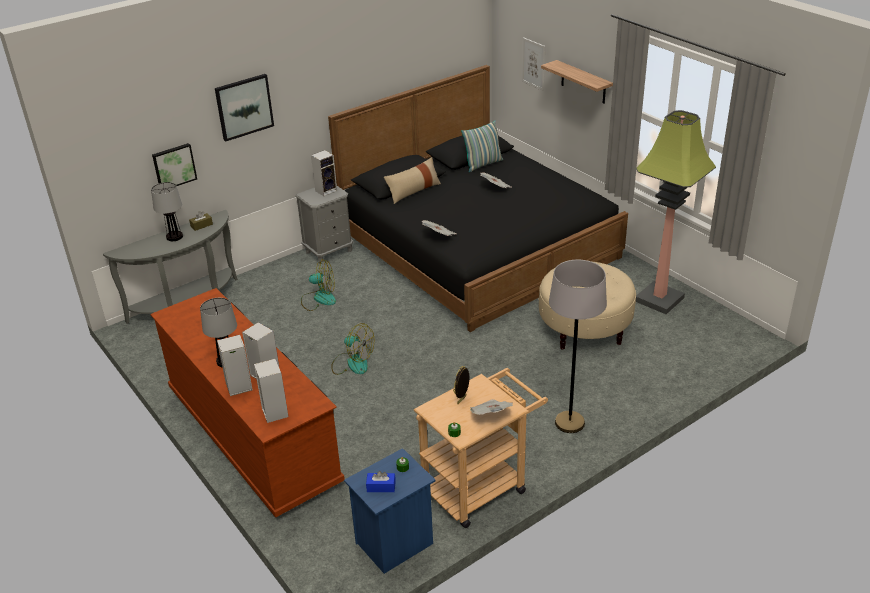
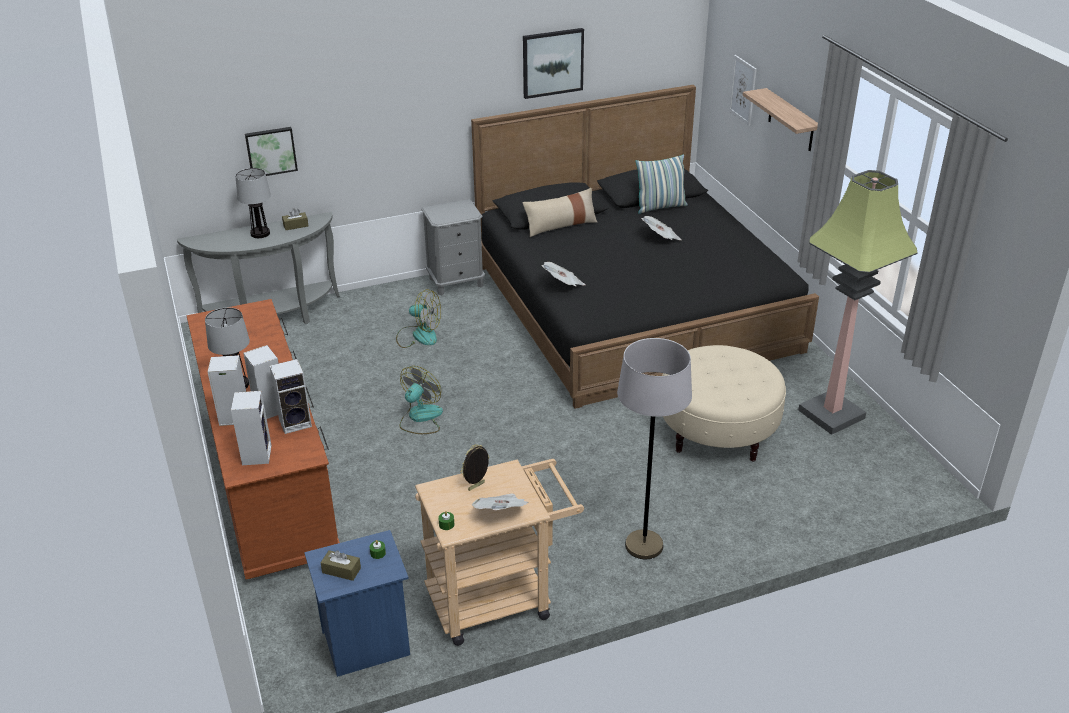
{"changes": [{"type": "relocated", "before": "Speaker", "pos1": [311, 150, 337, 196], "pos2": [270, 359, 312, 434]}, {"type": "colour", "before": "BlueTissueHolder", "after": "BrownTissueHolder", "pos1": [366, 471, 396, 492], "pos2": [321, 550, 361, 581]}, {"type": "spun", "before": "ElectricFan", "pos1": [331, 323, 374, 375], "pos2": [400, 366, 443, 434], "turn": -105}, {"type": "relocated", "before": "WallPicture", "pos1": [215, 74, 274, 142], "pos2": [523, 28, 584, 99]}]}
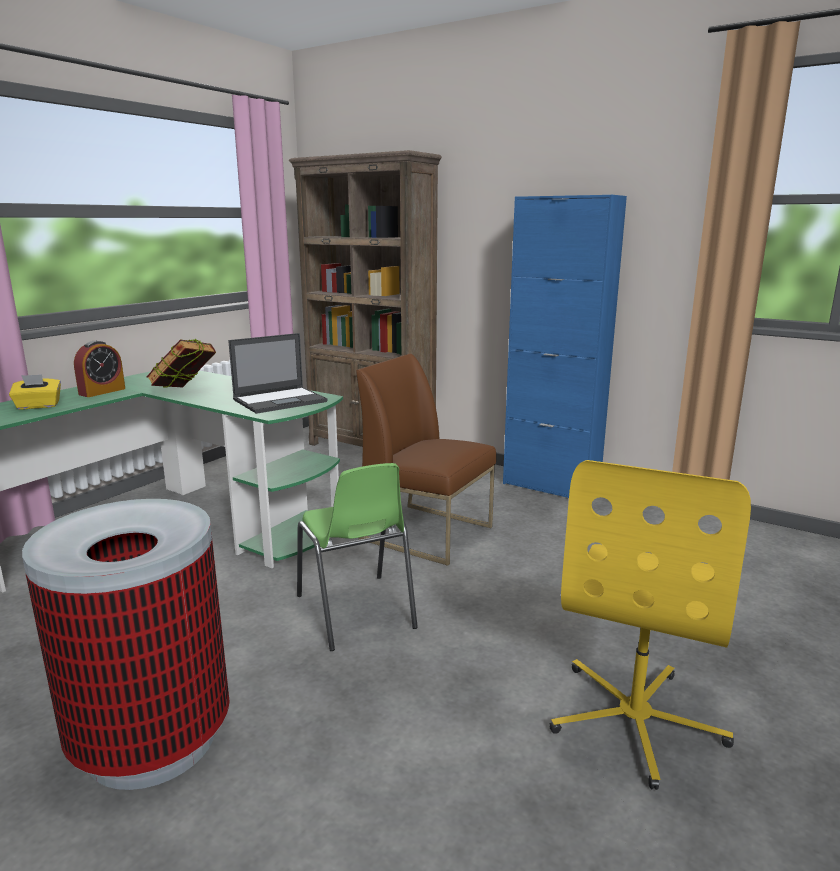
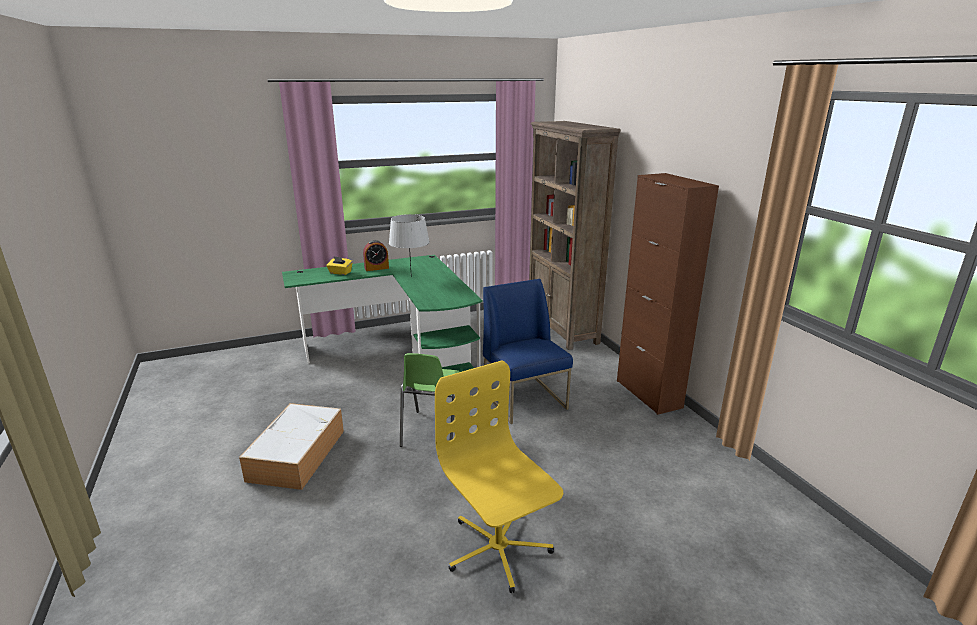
{"changes": [{"type": "exchanged", "before": "TrashCan", "after": "StorageContainer", "pos1": [22, 499, 230, 790], "pos2": [239, 403, 344, 490]}, {"type": "exchanged", "before": "Book", "after": "GreyishTableLamp", "pos1": [146, 339, 216, 388], "pos2": [389, 214, 430, 278]}, {"type": "spun", "before": "YellowColouredComputerChair", "pos1": [550, 460, 751, 790], "pos2": [435, 360, 563, 593], "turn": 90}, {"type": "colour", "before": "BrownPlainChair", "after": "BluePlainChair", "pos1": [356, 354, 496, 566], "pos2": [483, 279, 573, 424]}, {"type": "colour", "before": "BlueCabinet", "after": "BrownCabinet", "pos1": [503, 195, 627, 498], "pos2": [617, 173, 719, 415]}, {"type": "missing", "before": "NotebookComputer", "pos1": [228, 333, 328, 414]}]}
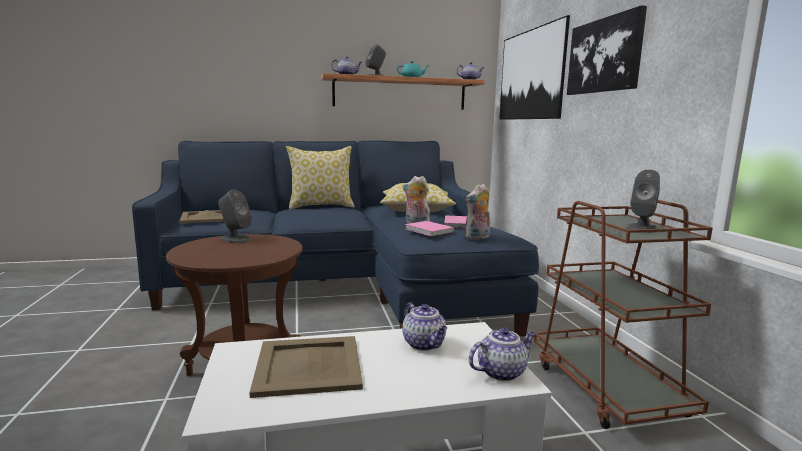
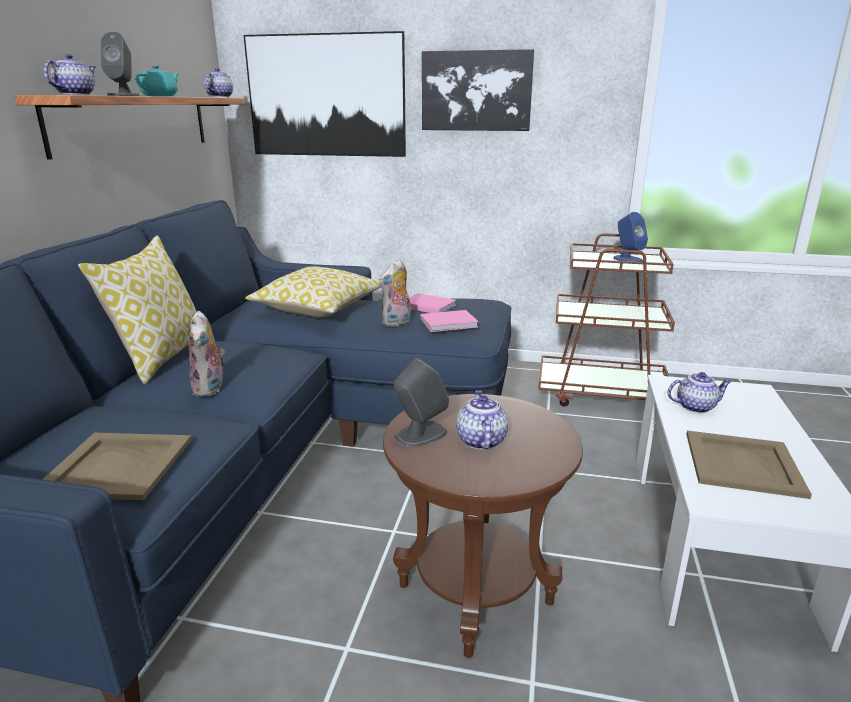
{"changes": [{"type": "relocated", "before": "CuddlyToy", "pos1": [465, 184, 490, 240], "pos2": [188, 311, 225, 397]}, {"type": "relocated", "before": "PotForTea", "pos1": [468, 328, 536, 381], "pos2": [456, 390, 508, 450]}, {"type": "colour", "before": "GreyishSpeaker", "after": "BlueSpeaker", "pos1": [626, 170, 660, 233], "pos2": [613, 212, 648, 262]}]}
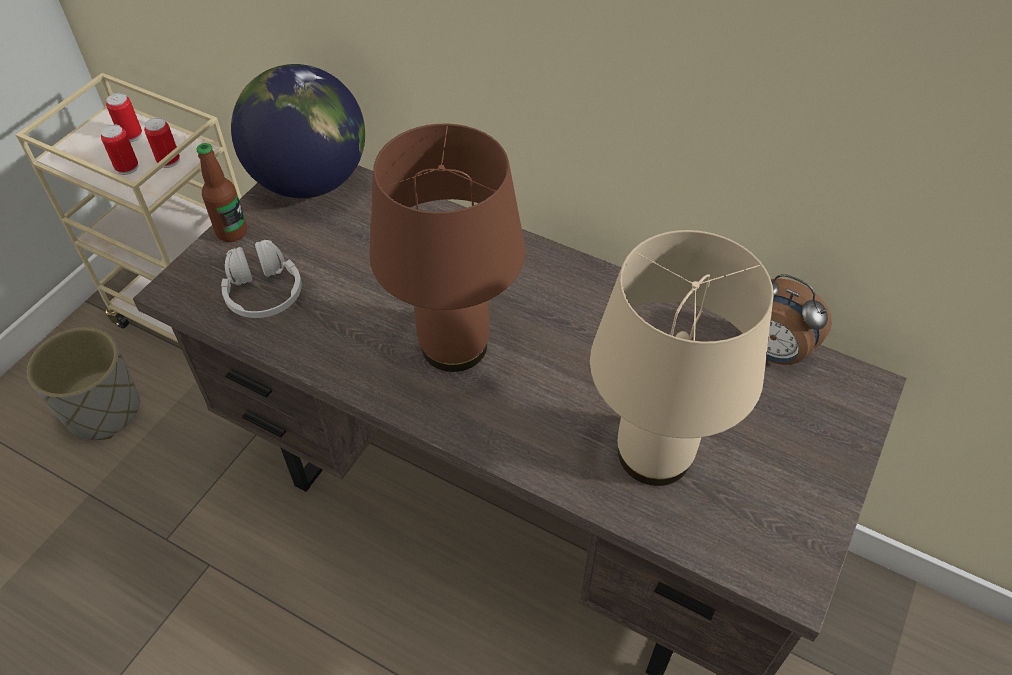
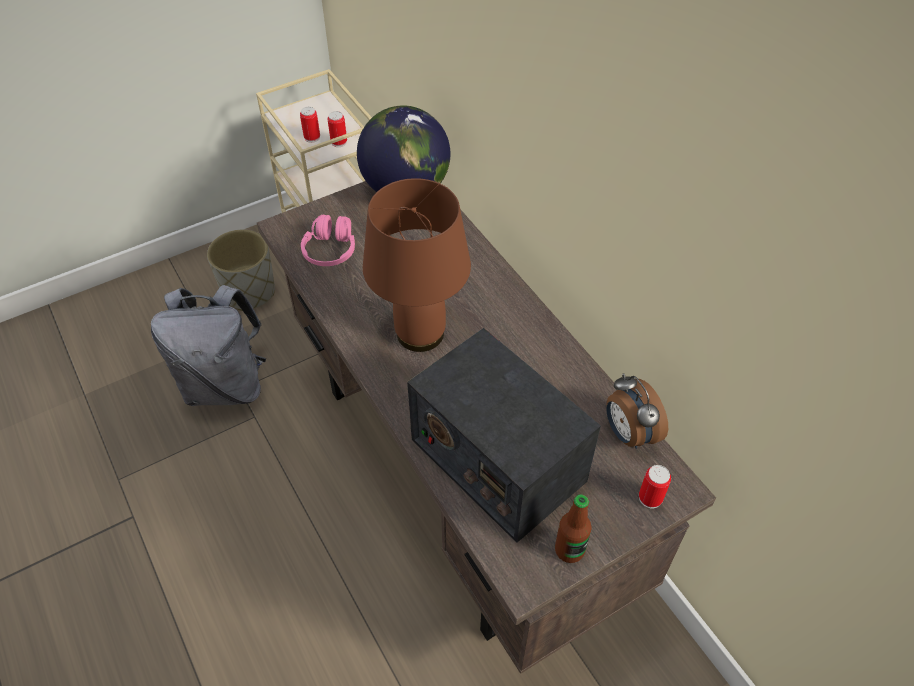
{"changes": [{"type": "appeared", "after": "GreyishKnapsack", "pos2": [151, 285, 266, 406]}, {"type": "colour", "before": "WhitePairOfHeadphones", "after": "PinkishPairOfHeadphones", "pos1": [221, 240, 302, 318], "pos2": [301, 215, 355, 266]}, {"type": "exchanged", "before": "SandColouredTableLamp", "after": "RadioReceiver", "pos1": [590, 230, 774, 486], "pos2": [407, 328, 601, 543]}, {"type": "relocated", "before": "DrinkBottle", "pos1": [196, 143, 247, 242], "pos2": [555, 494, 591, 563]}, {"type": "relocated", "before": "MetalCan", "pos1": [106, 93, 142, 142], "pos2": [639, 465, 671, 509]}]}
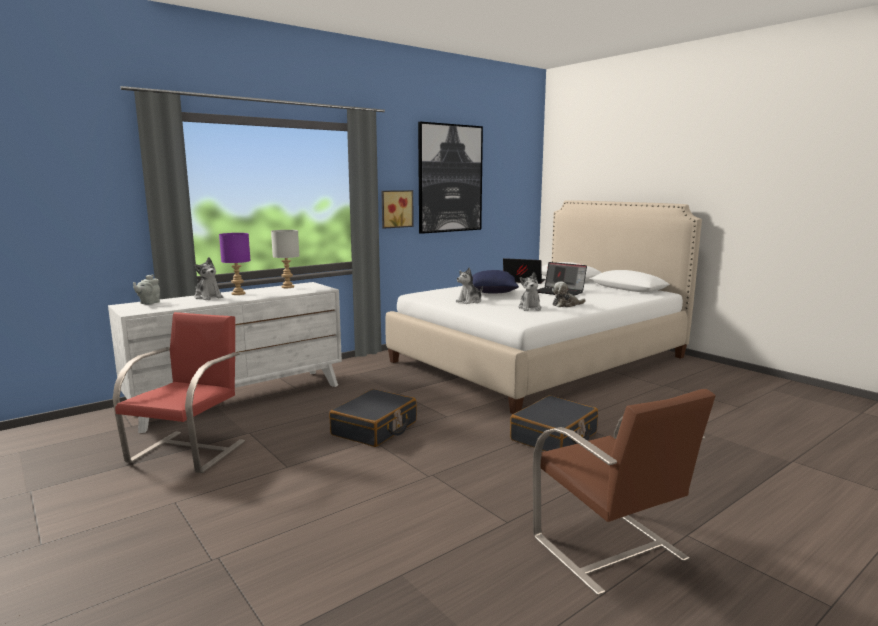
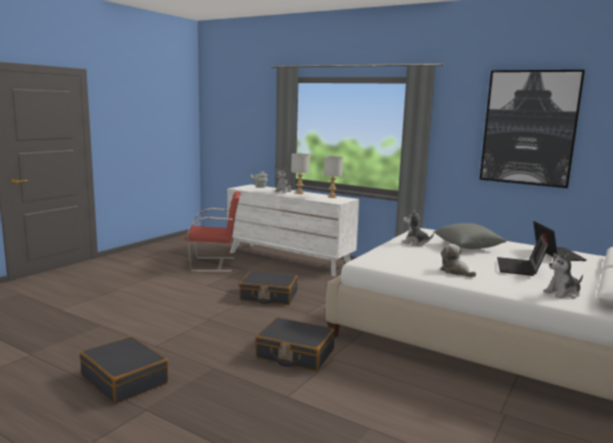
{"changes": [{"type": "exchanged", "before": "BrownPlainChair", "after": "BlackishTravelCase", "pos1": [533, 389, 716, 596], "pos2": [80, 336, 169, 404]}, {"type": "colour", "before": "PurpleColouredTableLamp", "after": "GreyishTableLamp", "pos1": [219, 233, 251, 295], "pos2": [291, 154, 310, 194]}, {"type": "colour", "before": "BlueCushion", "after": "GreyishCushion", "pos1": [472, 270, 519, 294], "pos2": [433, 223, 507, 249]}, {"type": "relocated", "before": "CuddlyToy", "pos1": [518, 272, 542, 311], "pos2": [544, 252, 583, 298]}, {"type": "missing", "before": "WallPicture", "pos1": [381, 190, 414, 229]}]}
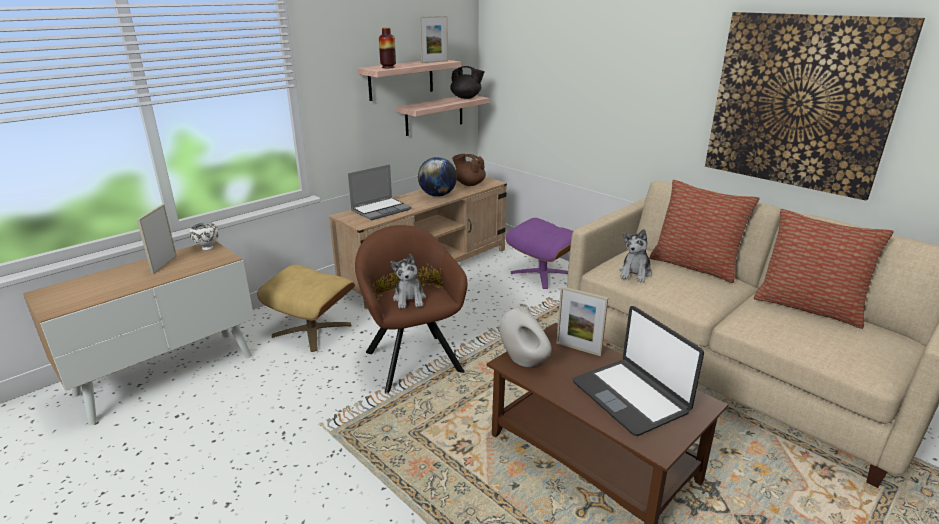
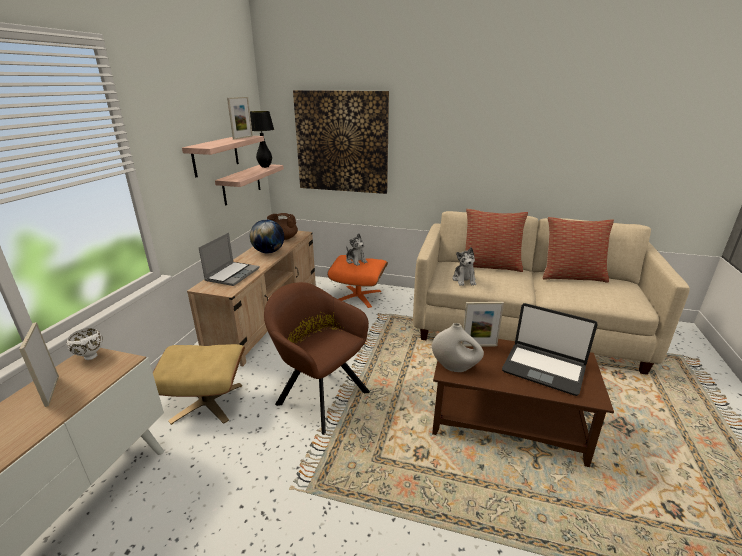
{"changes": [{"type": "exchanged", "before": "BlackishPotForTea", "after": "BlackishTableLamp", "pos1": [450, 66, 485, 99], "pos2": [250, 111, 274, 168]}, {"type": "relocated", "before": "WallPicture", "pos1": [705, 12, 925, 201], "pos2": [293, 90, 389, 194]}, {"type": "colour", "before": "PurpleColouredOttoman", "after": "OrangeyOttoman", "pos1": [505, 218, 573, 289], "pos2": [327, 255, 388, 308]}, {"type": "relocated", "before": "CuddlyToy", "pos1": [390, 254, 426, 309], "pos2": [346, 233, 367, 266]}, {"type": "missing", "before": "DecorativeVase", "pos1": [379, 28, 396, 68]}]}
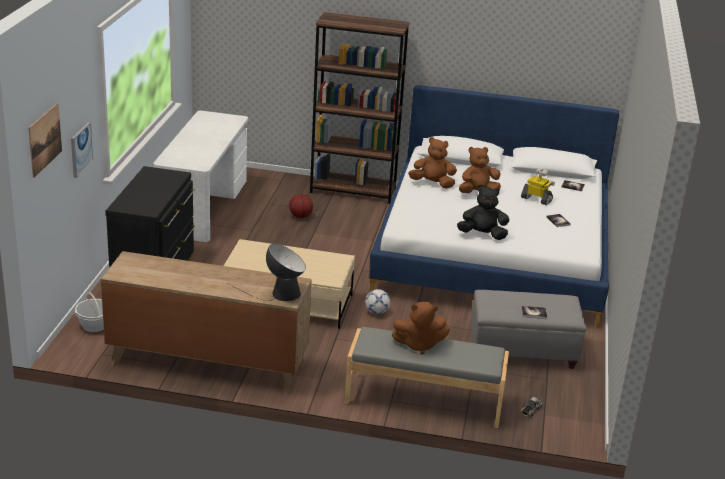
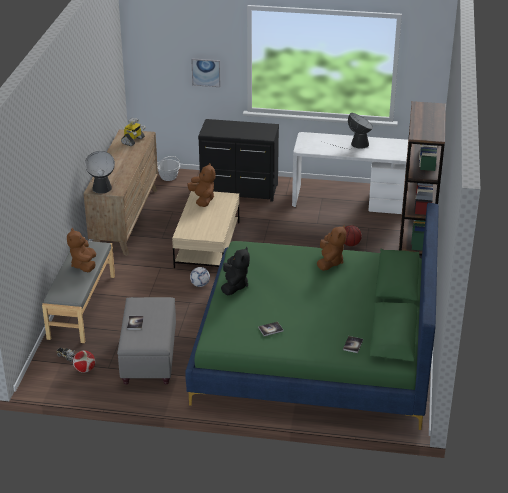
{"changes": [{"type": "appeared", "after": "FootballBall", "pos2": [73, 351, 95, 373]}, {"type": "relocated", "before": "RobotFigure", "pos1": [521, 168, 555, 205], "pos2": [121, 118, 146, 146]}, {"type": "colour", "before": "WhiteBed", "after": "GreenColouredBed", "pos1": [369, 85, 619, 328], "pos2": [185, 203, 439, 430]}, {"type": "relocated", "before": "BrownCuddlyToy", "pos1": [459, 147, 501, 193], "pos2": [188, 163, 215, 207]}, {"type": "appeared", "after": "TableLamp", "pos2": [331, 113, 373, 149]}, {"type": "missing", "before": "WallPicture", "pos1": [28, 103, 62, 178]}]}
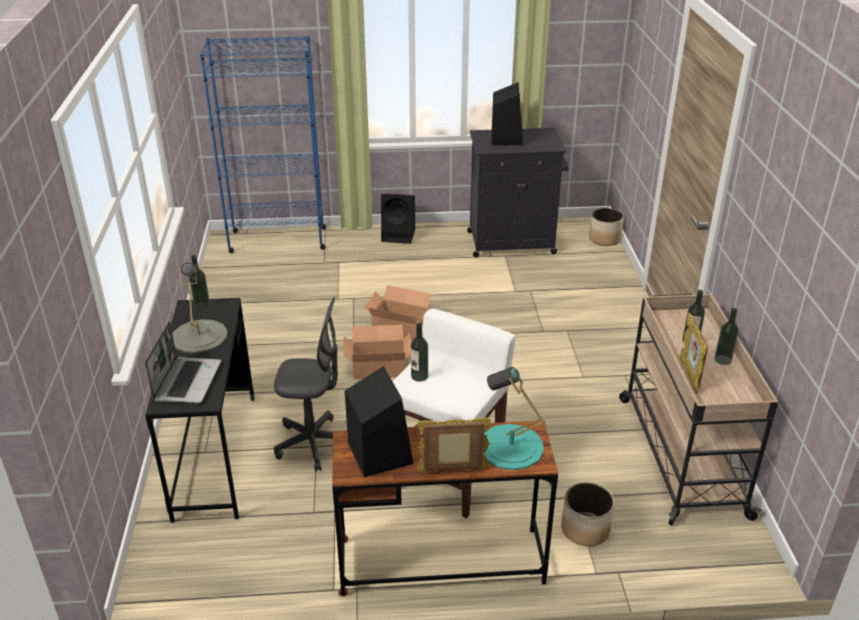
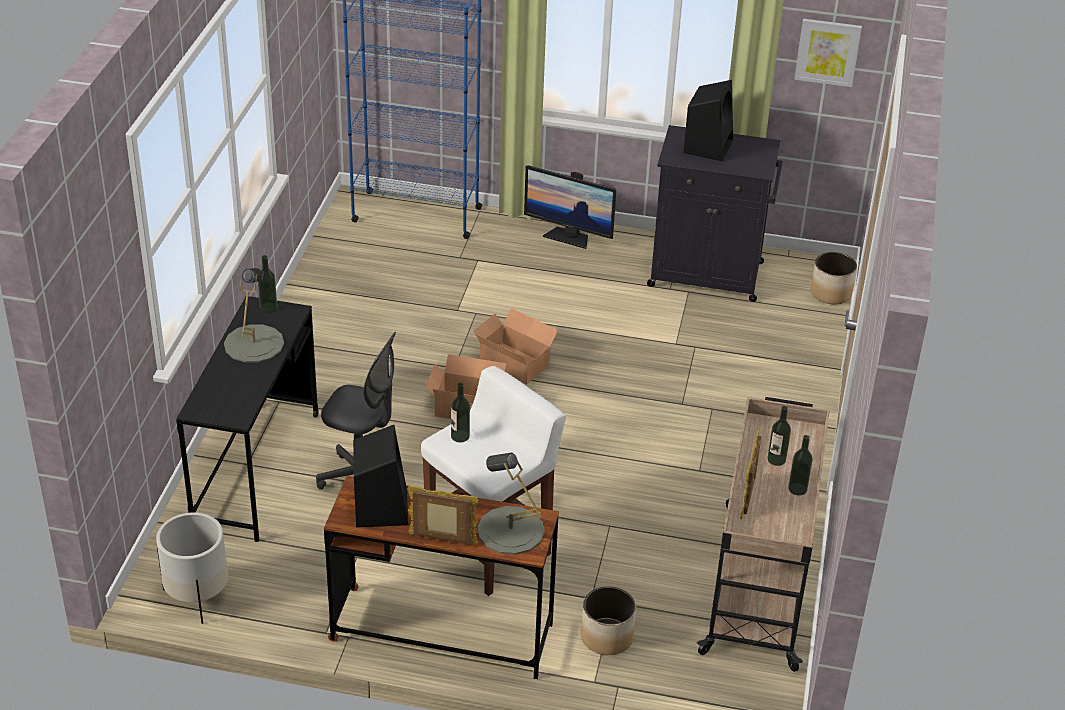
{"changes": [{"type": "appeared", "after": "WhitePlanter", "pos2": [156, 512, 228, 624]}, {"type": "colour", "before": "BlueGreenTableLamp", "after": "GreyishTableLamp", "pos1": [483, 367, 547, 470], "pos2": [477, 453, 545, 555]}, {"type": "exchanged", "before": "BlackishSpeaker", "after": "Monitor", "pos1": [381, 193, 415, 244], "pos2": [524, 165, 616, 249]}, {"type": "appeared", "after": "WallPicture", "pos2": [795, 19, 862, 87]}, {"type": "missing", "before": "NotebookComputer", "pos1": [145, 321, 221, 404]}]}
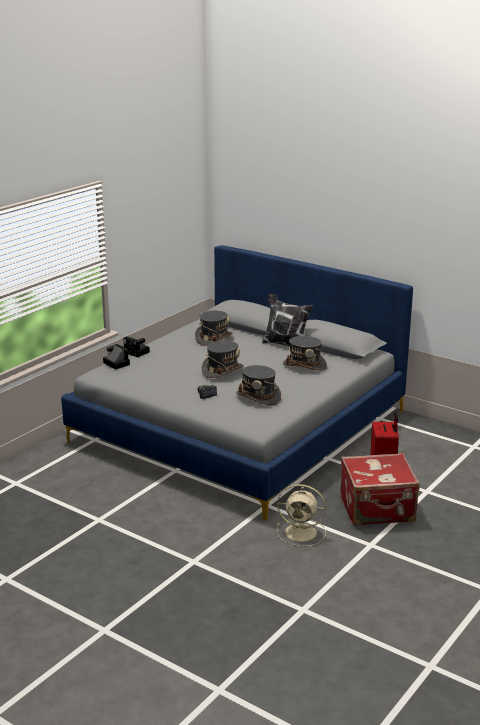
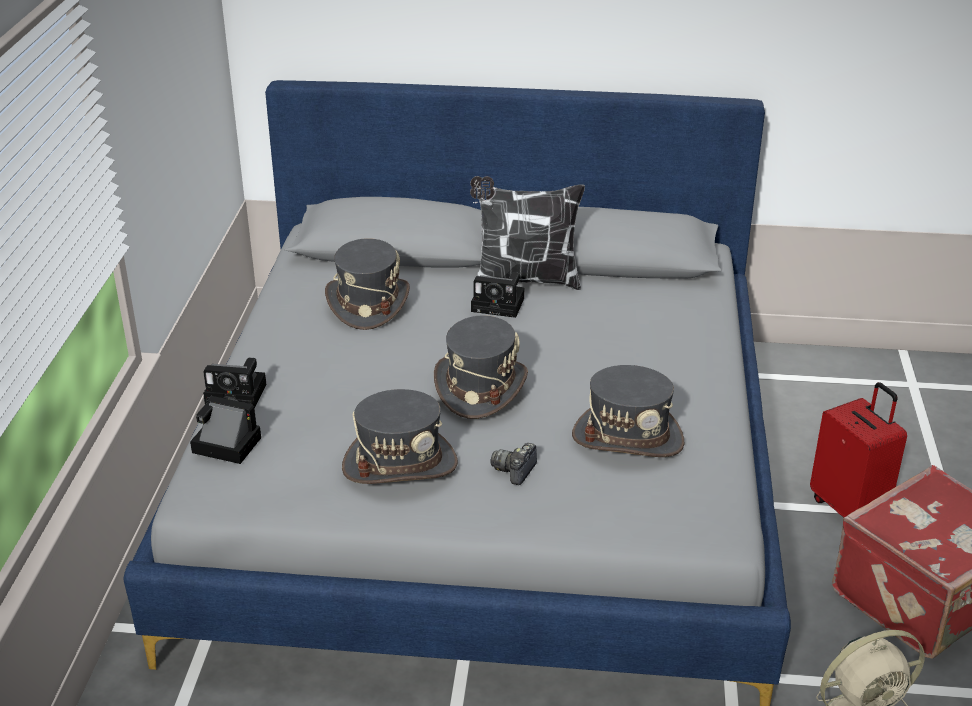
{"changes": [{"type": "relocated", "before": "GreyishClothingHat", "pos1": [283, 336, 327, 370], "pos2": [342, 389, 458, 484]}, {"type": "appeared", "after": "PhotoCamera", "pos2": [471, 272, 524, 318]}]}
